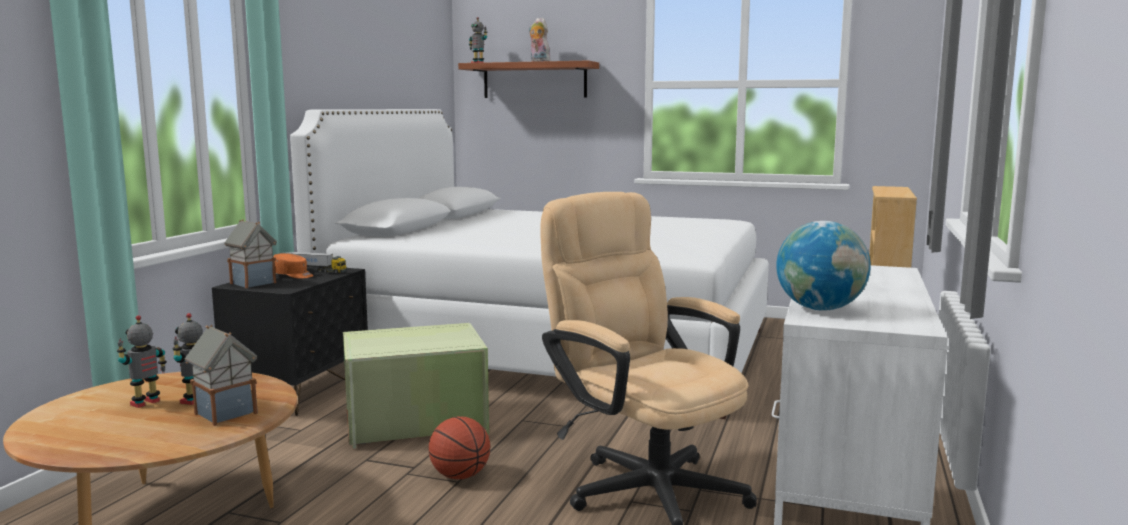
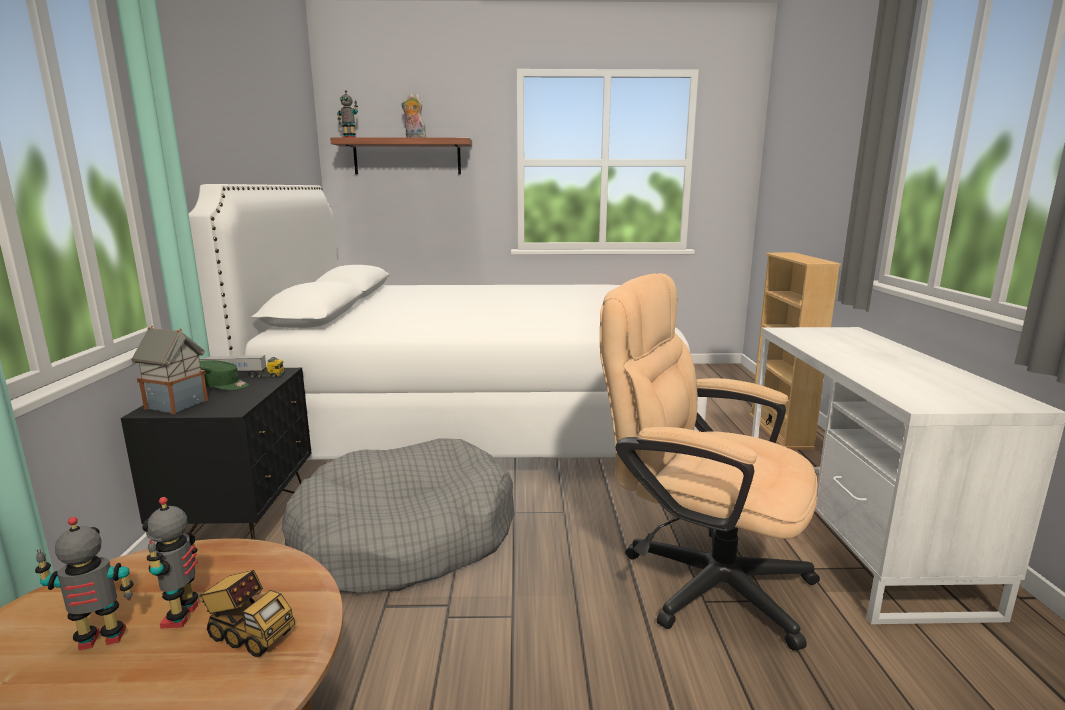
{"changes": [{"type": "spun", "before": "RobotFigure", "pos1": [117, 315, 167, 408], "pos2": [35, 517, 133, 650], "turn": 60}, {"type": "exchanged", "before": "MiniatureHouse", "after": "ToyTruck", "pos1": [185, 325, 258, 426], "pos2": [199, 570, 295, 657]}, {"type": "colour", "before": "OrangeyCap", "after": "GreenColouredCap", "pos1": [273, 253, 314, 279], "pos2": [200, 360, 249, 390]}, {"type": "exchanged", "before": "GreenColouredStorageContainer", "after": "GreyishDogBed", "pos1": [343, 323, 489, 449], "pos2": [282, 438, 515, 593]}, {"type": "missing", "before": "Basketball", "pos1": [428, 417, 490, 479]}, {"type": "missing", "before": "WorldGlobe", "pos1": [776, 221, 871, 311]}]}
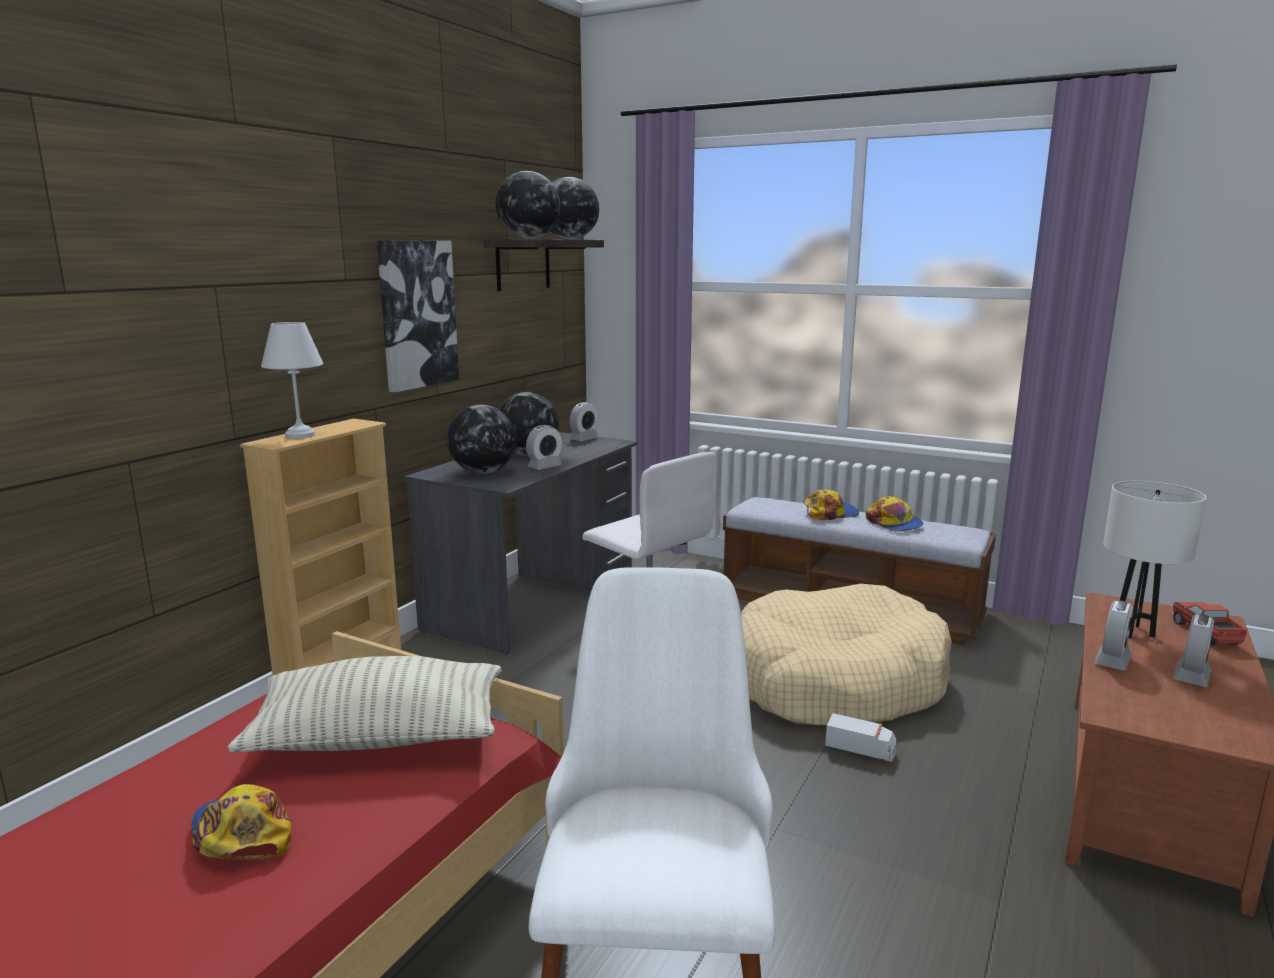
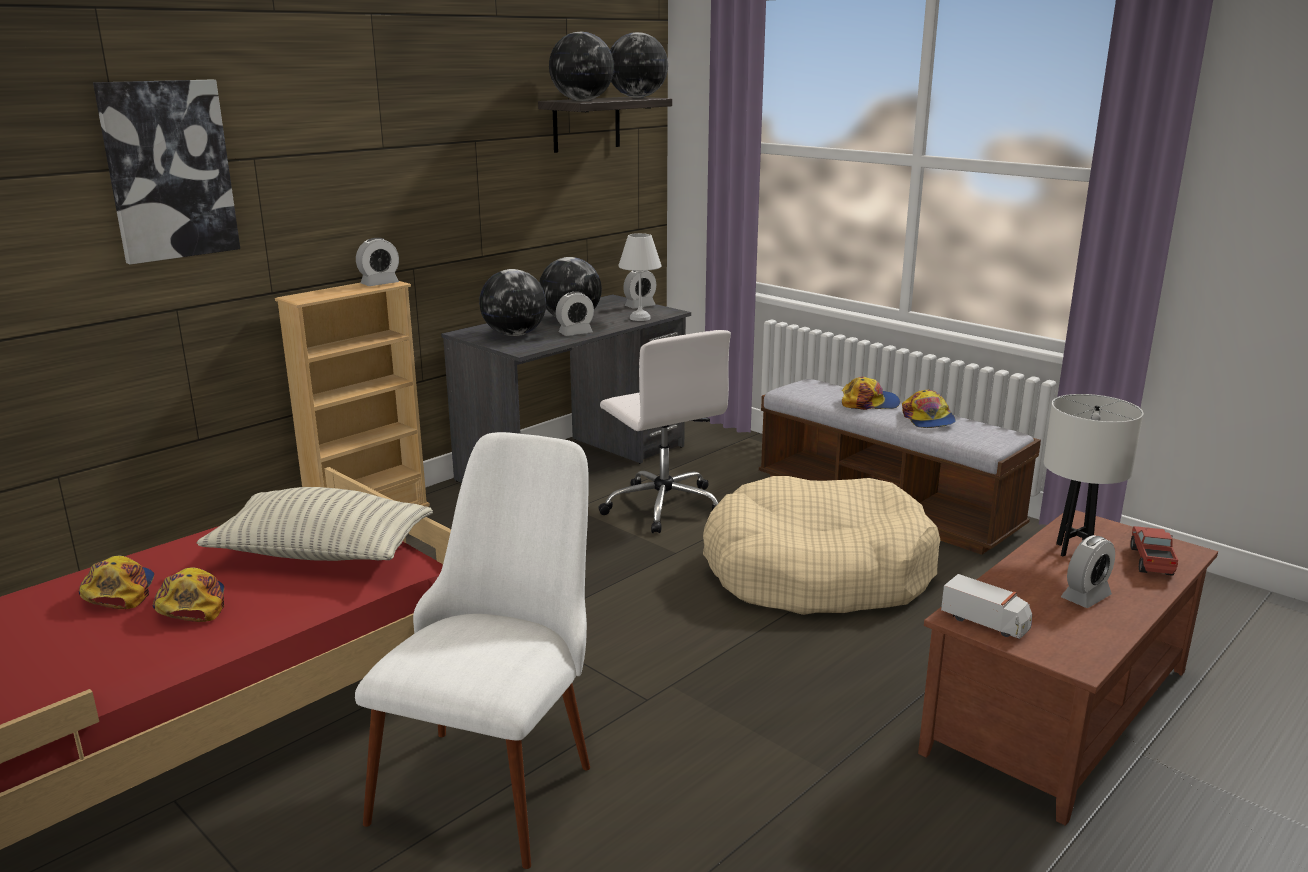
{"changes": [{"type": "appeared", "after": "Cap", "pos2": [78, 556, 154, 609]}, {"type": "relocated", "before": "WallPicture", "pos1": [377, 240, 459, 392], "pos2": [93, 80, 240, 265]}, {"type": "relocated", "before": "AlarmClock", "pos1": [1094, 601, 1133, 671], "pos2": [356, 238, 399, 286]}, {"type": "relocated", "before": "WhiteTableLamp", "pos1": [261, 322, 323, 439], "pos2": [618, 233, 661, 321]}, {"type": "relocated", "before": "ToyTruck", "pos1": [825, 713, 897, 762], "pos2": [941, 574, 1032, 639]}]}
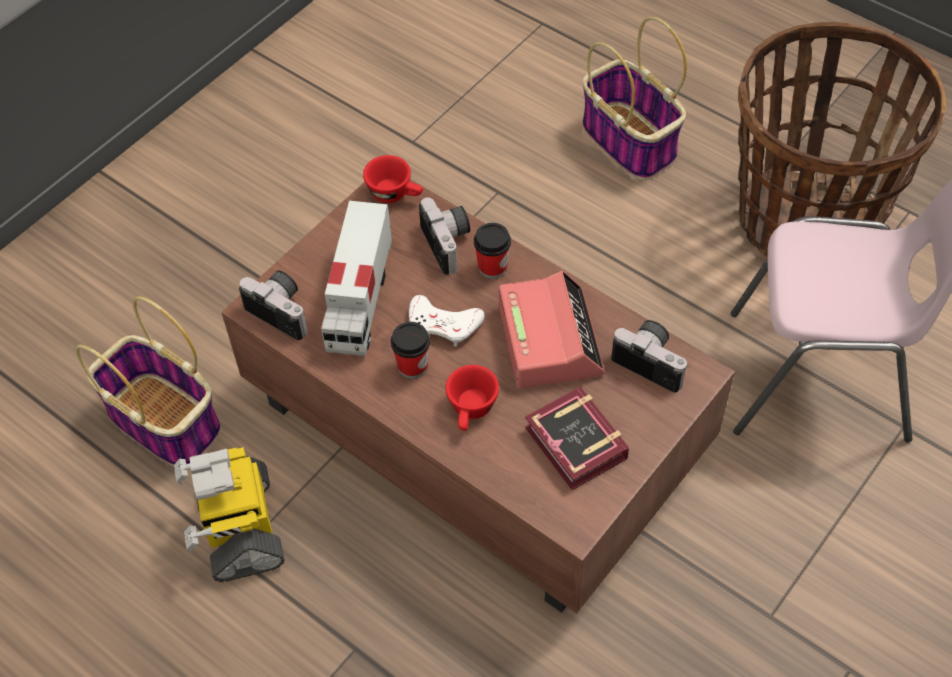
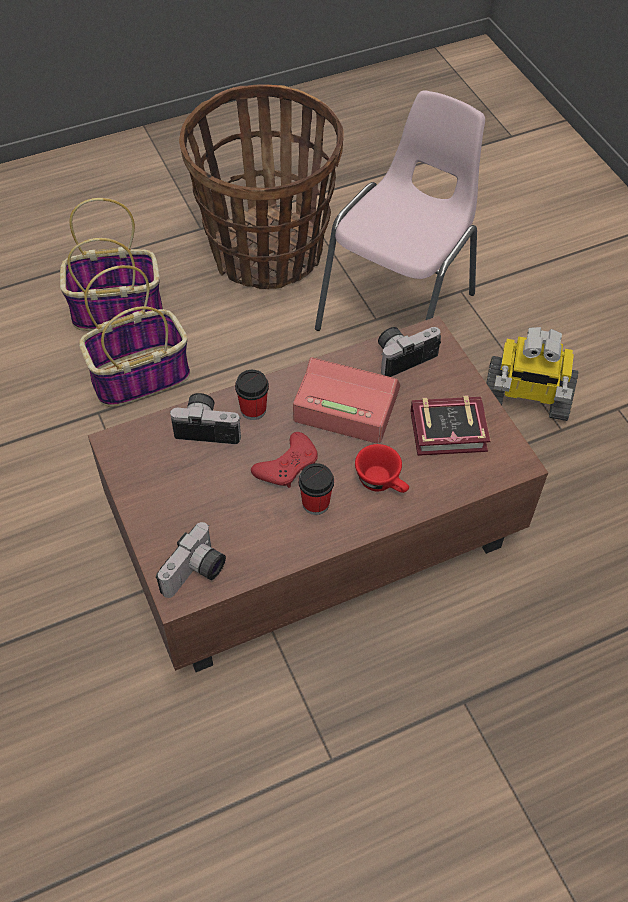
{"changes": [{"type": "relocated", "before": "HouseholdBasket", "pos1": [76, 296, 221, 466], "pos2": [79, 265, 190, 407]}, {"type": "spun", "before": "PhotoCamera", "pos1": [239, 271, 308, 340], "pos2": [156, 522, 226, 598], "turn": 150}, {"type": "colour", "before": "WhiteGameController", "after": "RedColouredGameController", "pos1": [409, 295, 485, 346], "pos2": [251, 432, 318, 488]}, {"type": "relocated", "before": "RobotFigure", "pos1": [174, 447, 285, 582], "pos2": [486, 327, 579, 421]}, {"type": "missing", "before": "ToyTruck", "pos1": [321, 201, 392, 356]}, {"type": "missing", "before": "RedColouredCup", "pos1": [363, 155, 423, 203]}]}
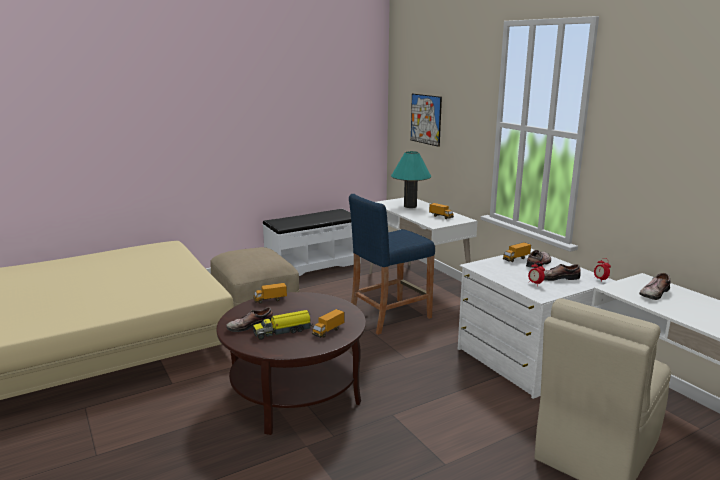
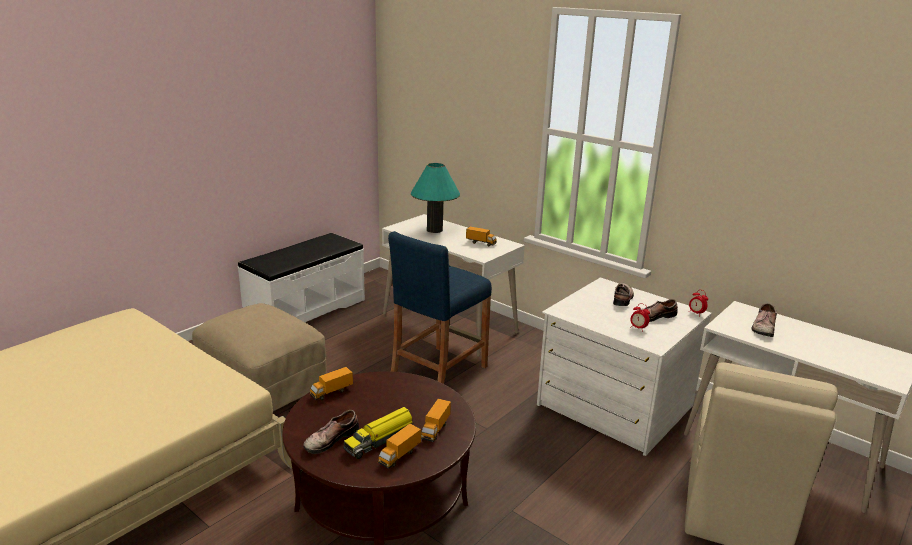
{"changes": [{"type": "relocated", "before": "ToyTruck", "pos1": [503, 242, 531, 262], "pos2": [378, 424, 421, 469]}, {"type": "missing", "before": "WallPicture", "pos1": [411, 94, 442, 147]}]}
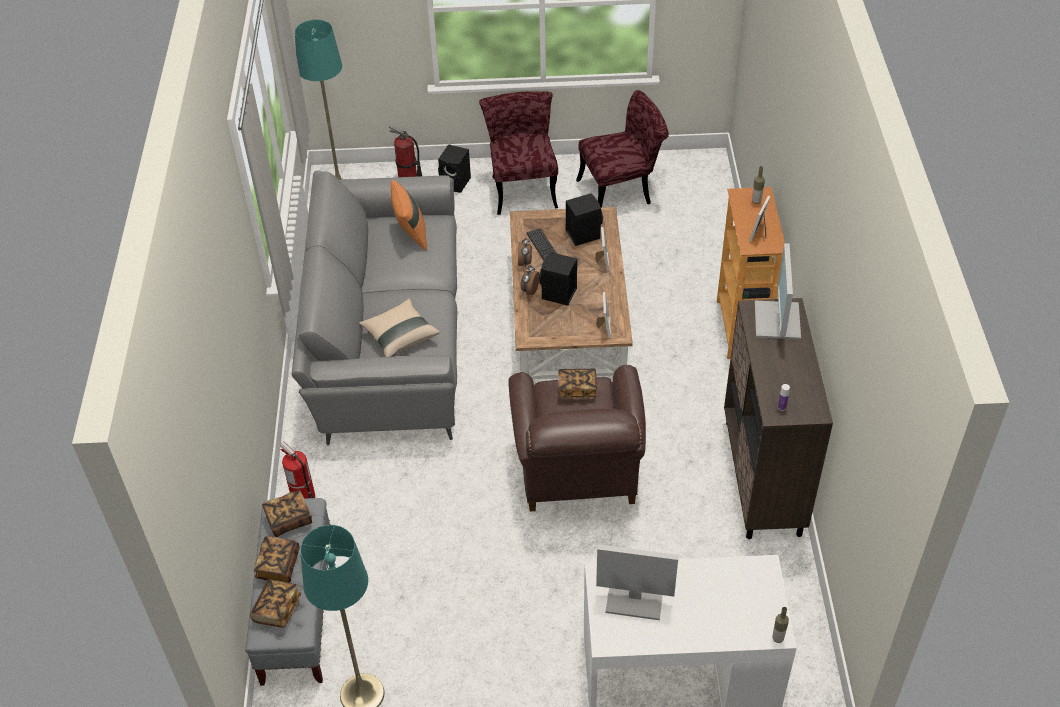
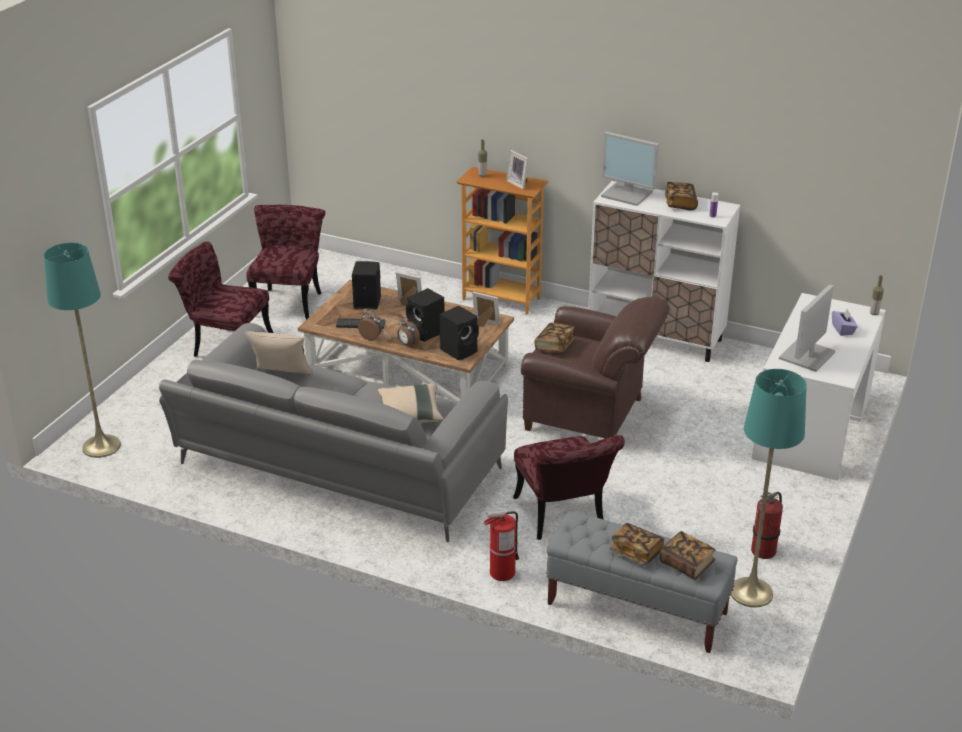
{"changes": [{"type": "colour", "before": "OrangeyCushion", "after": "SandColouredCushion", "pos1": [391, 180, 427, 251], "pos2": [245, 331, 313, 374]}, {"type": "relocated", "before": "BlackishSpeaker", "pos1": [438, 144, 471, 193], "pos2": [440, 306, 479, 360]}, {"type": "appeared", "after": "RedColouredPlainChair", "pos2": [513, 435, 625, 540]}, {"type": "colour", "before": "BrownCabinet", "after": "WhiteCabinet", "pos1": [724, 298, 833, 539], "pos2": [588, 181, 740, 362]}, {"type": "relocated", "before": "Book", "pos1": [262, 490, 312, 537], "pos2": [665, 182, 698, 210]}, {"type": "relocated", "before": "Extinguisher", "pos1": [389, 125, 422, 177], "pos2": [751, 492, 783, 559]}, {"type": "appeared", "after": "PurpleColouredTissueHolder", "pos2": [832, 309, 858, 336]}]}
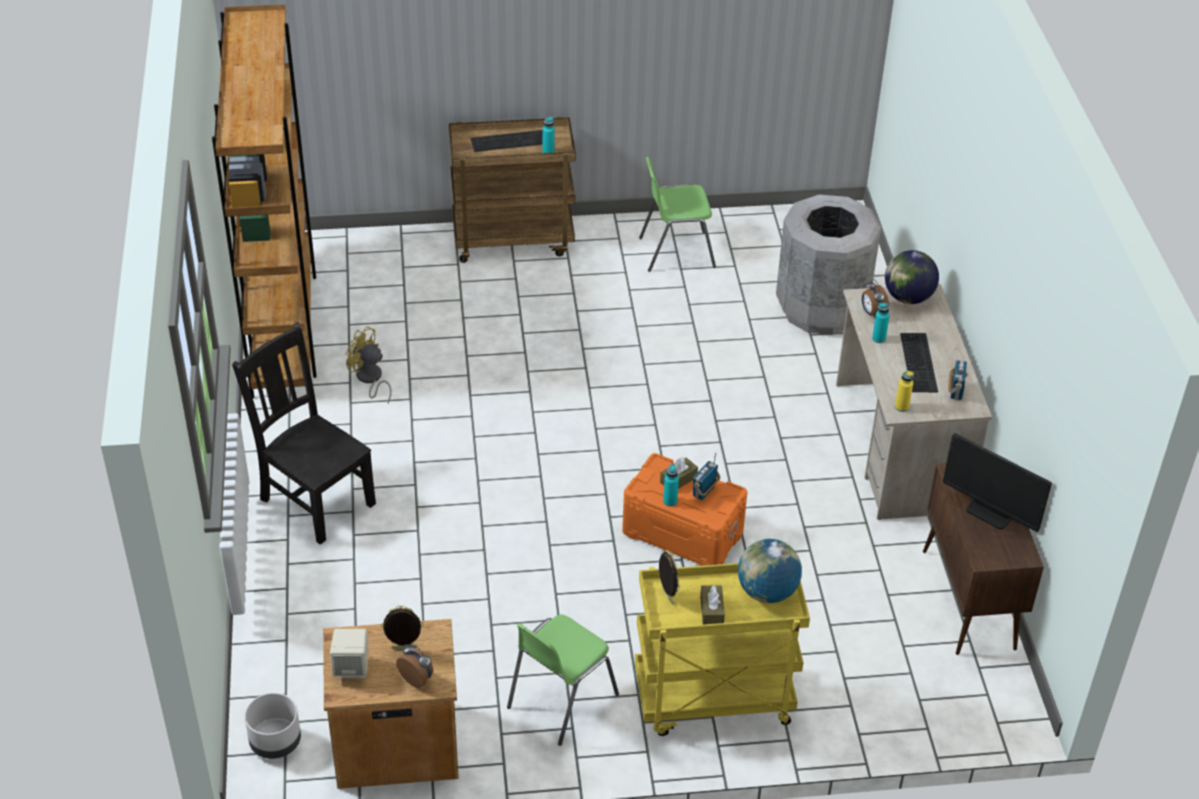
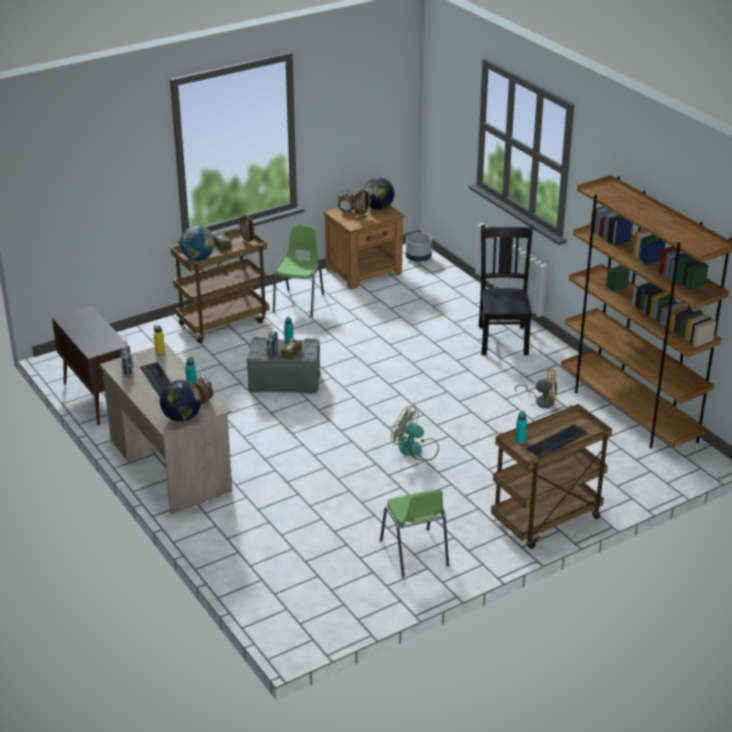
{"changes": [{"type": "colour", "before": "YellowColouredCart", "after": "BrownCart", "pos1": [635, 563, 810, 736], "pos2": [170, 227, 270, 343]}, {"type": "colour", "before": "OrangeyStorageContainer", "after": "GreyishStorageContainer", "pos1": [622, 453, 747, 566], "pos2": [247, 337, 321, 394]}, {"type": "exchanged", "before": "SandColouredSpeaker", "after": "WorldGlobe", "pos1": [330, 629, 369, 678], "pos2": [363, 177, 394, 210]}, {"type": "spun", "before": "GreenColouredPlainChair", "pos1": [639, 157, 716, 272], "pos2": [380, 490, 449, 577], "turn": 105}, {"type": "appeared", "after": "ElectricFan", "pos2": [391, 406, 439, 461]}, {"type": "spun", "before": "BlackishPlainChair", "pos1": [232, 322, 376, 544], "pos2": [479, 225, 533, 355], "turn": -105}, {"type": "missing", "before": "GreyishTrashCan", "pos1": [776, 195, 881, 335]}, {"type": "missing", "before": "Monitor", "pos1": [943, 433, 1052, 532]}]}
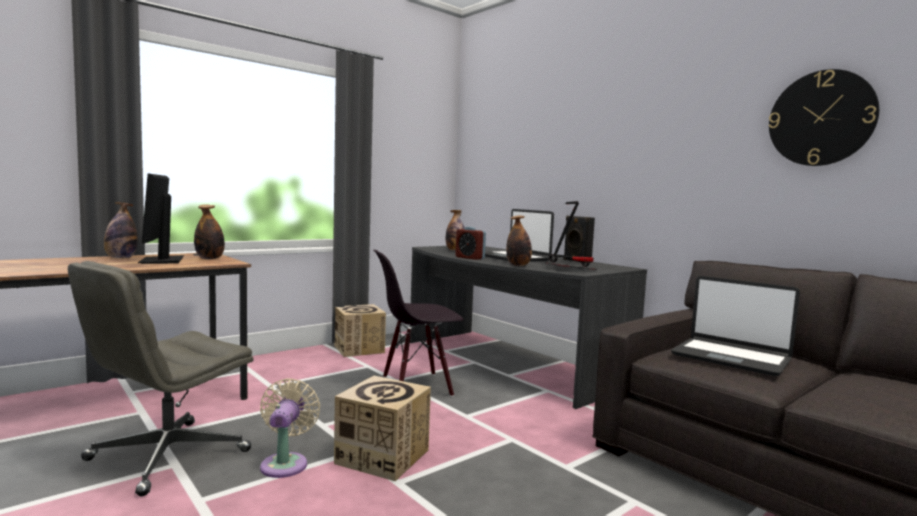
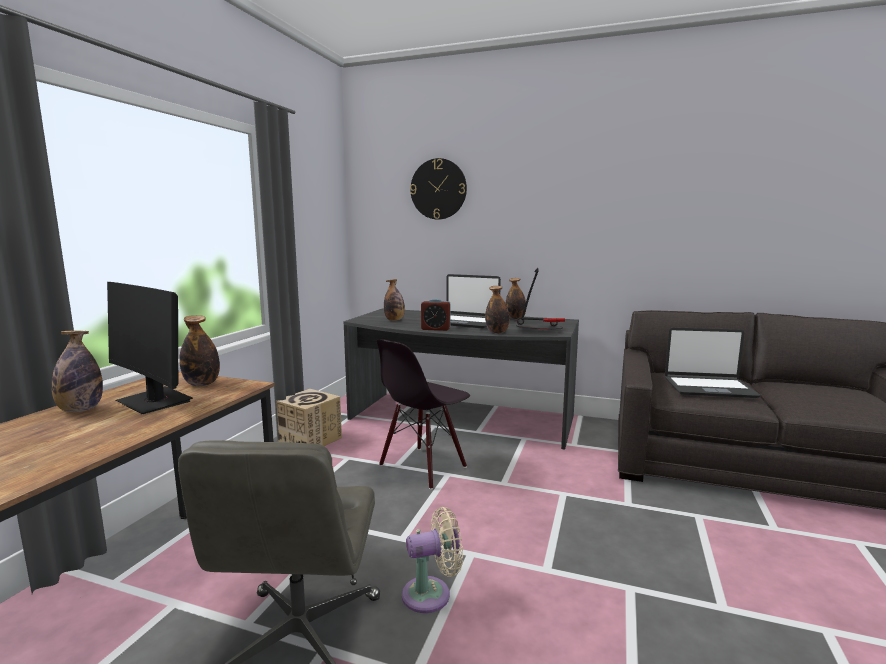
{"changes": [{"type": "spun", "before": "SandColouredElectricFan", "pos1": [260, 378, 320, 478], "pos2": [402, 507, 463, 613], "turn": 105}, {"type": "relocated", "before": "WallClock", "pos1": [769, 69, 879, 166], "pos2": [410, 158, 467, 220]}, {"type": "exchanged", "before": "BlackishSpeaker", "after": "DrinkBottle", "pos1": [564, 215, 595, 264], "pos2": [506, 278, 526, 319]}, {"type": "missing", "before": "CardboardBox", "pos1": [334, 376, 431, 481]}]}
